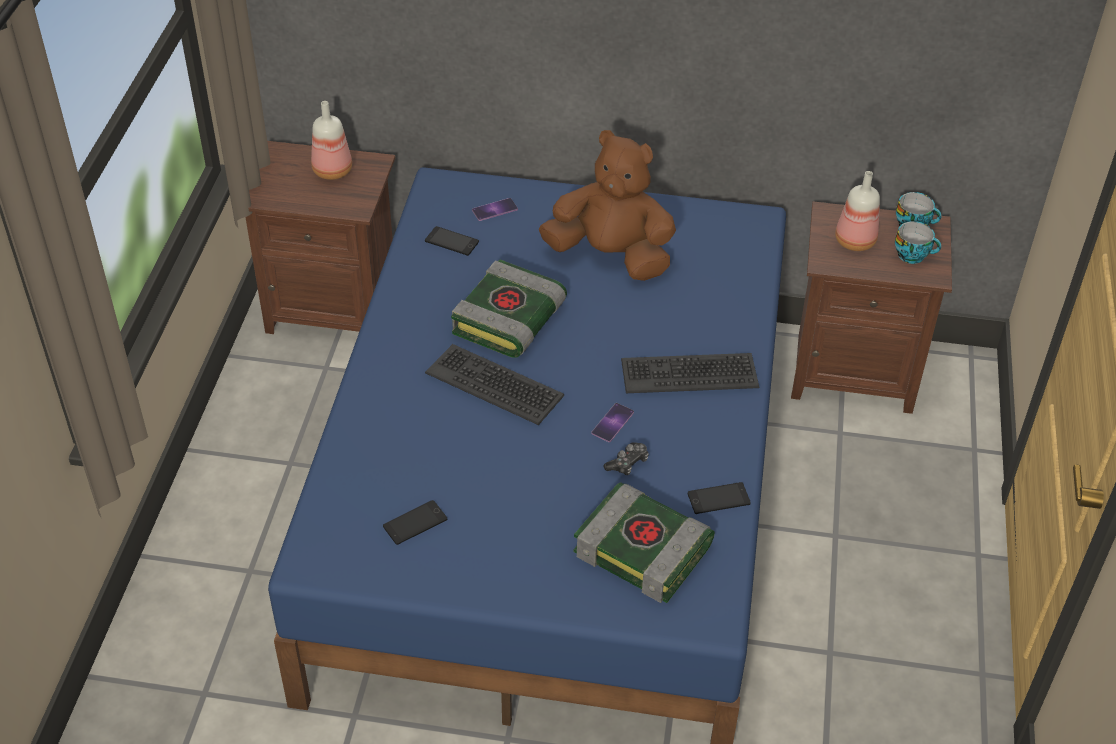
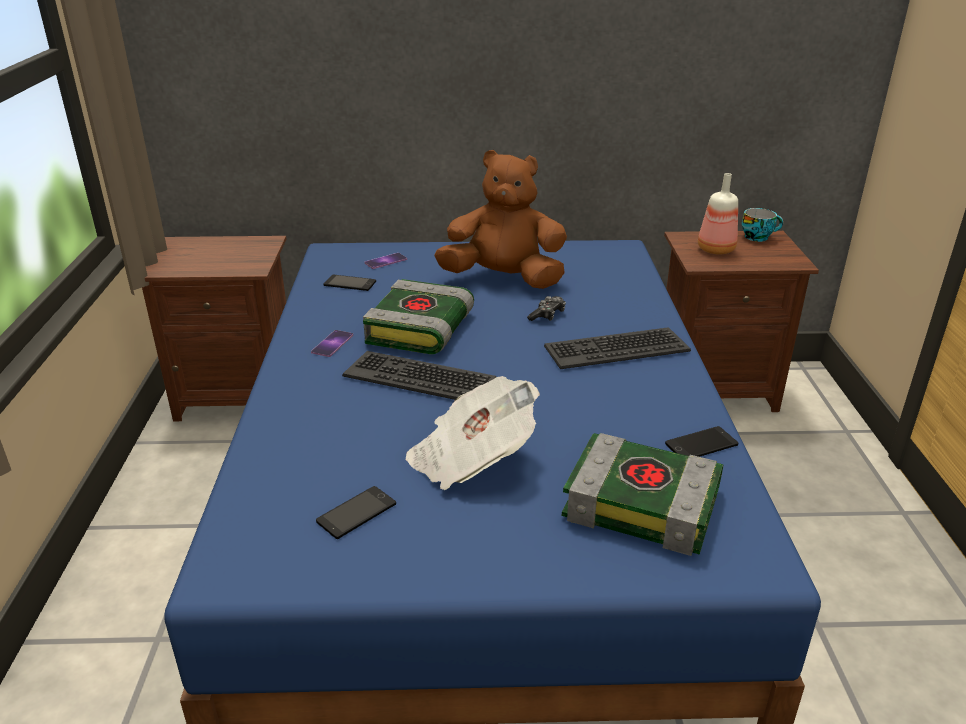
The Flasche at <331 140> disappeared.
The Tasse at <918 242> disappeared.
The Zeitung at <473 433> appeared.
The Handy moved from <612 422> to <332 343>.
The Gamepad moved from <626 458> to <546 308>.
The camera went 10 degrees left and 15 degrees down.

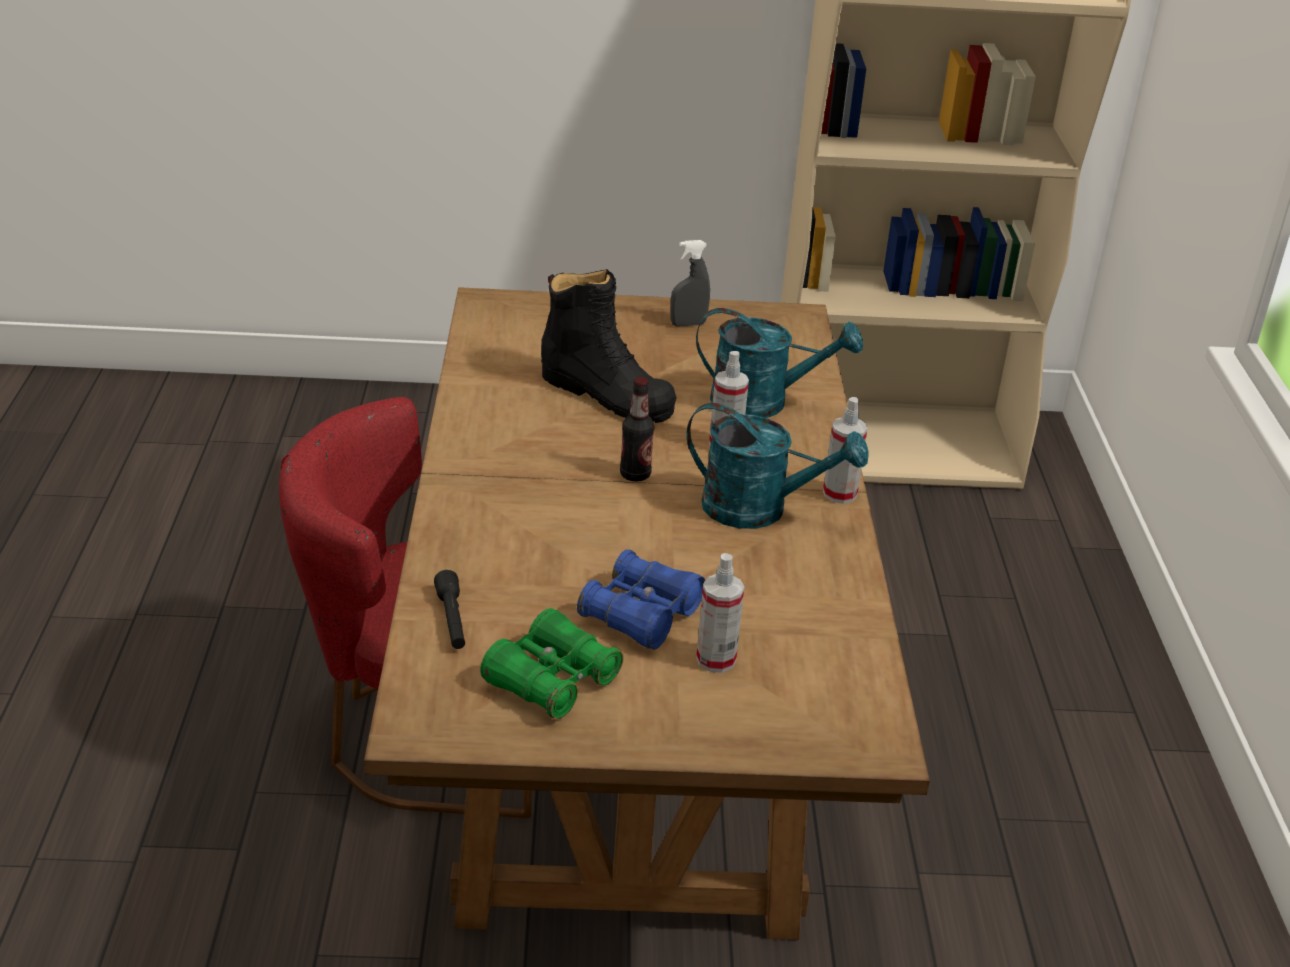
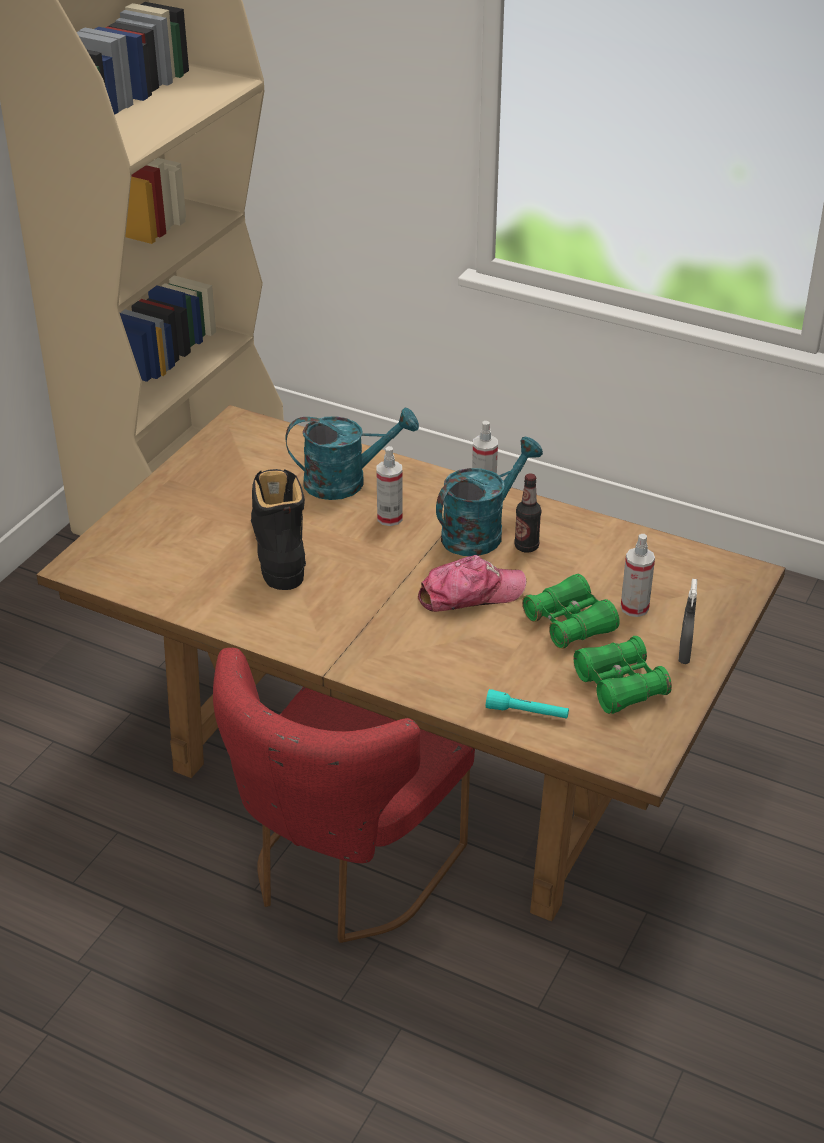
The Kappe at <472 583> appeared.
The Flasche moved from <637 429> to <527 513>.
The Sprühflasche/grau moved from <690 283> to <687 621>.
The Taschenlampe/schwarz at <449 609> became the Taschenlampe/türkis at <527 704>.
The Fernglas/blau at <641 599> became the Fernglas/grün at <570 611>.
The Stiefel/schwarz at <608 346> turned 75 degrees counterclockwise.
The Gießkanne/türkis at <779 363> turned 45 degrees clockwise.
The camera went 60 degrees left and 5 degrees up.

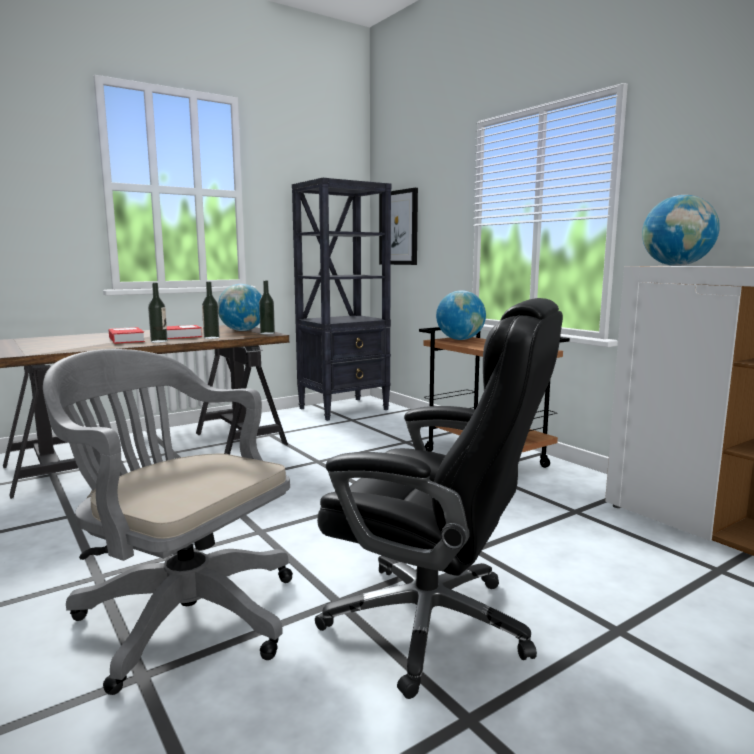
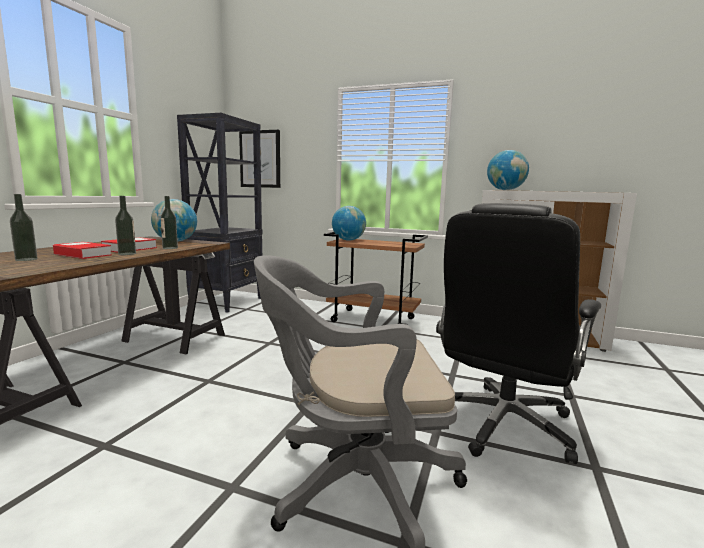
The Flasche moved from <267 307> to <23 227>.
The Bürostuhl/schwarz at <439 498> turned 135 degrees clockwise.
The camera went 35 degrees left and 0 degrees up.

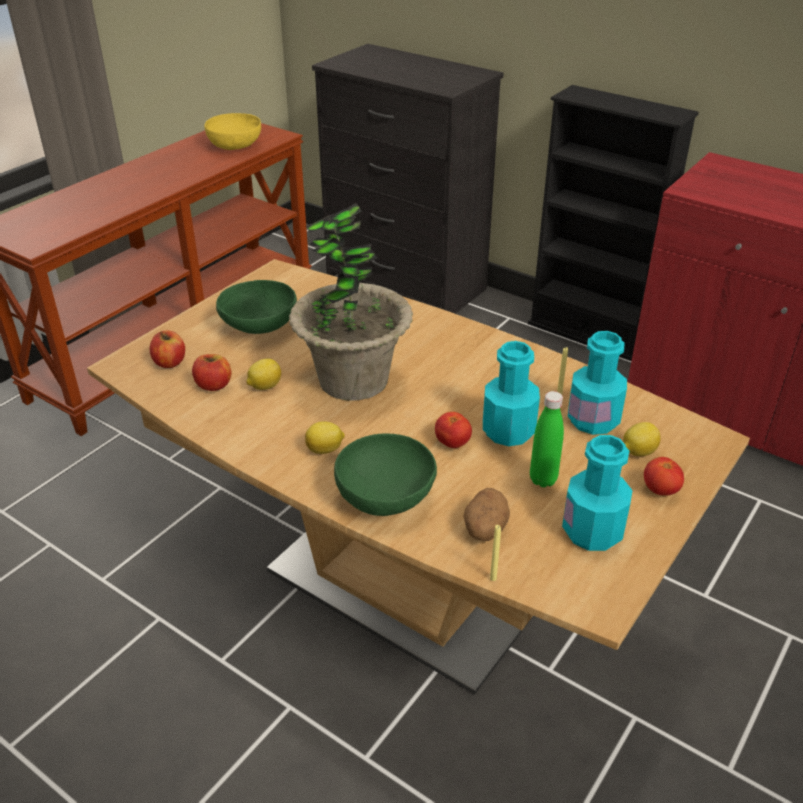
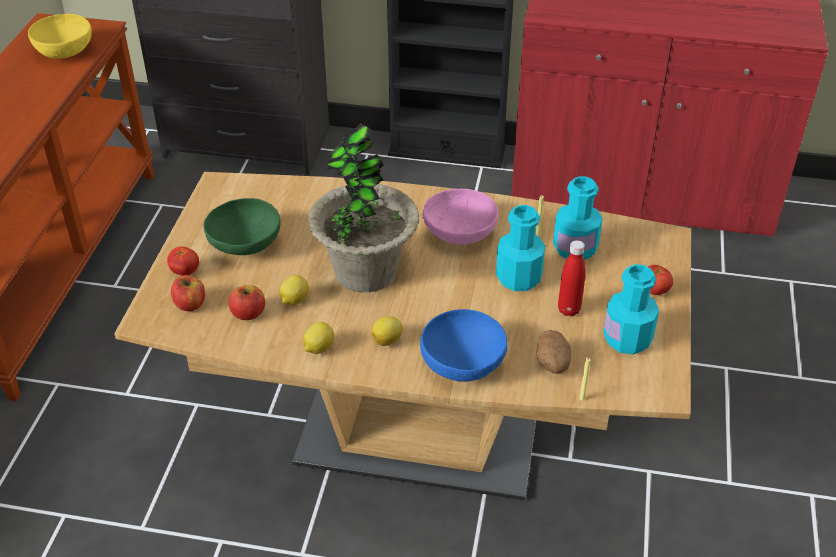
The Schüssel/rosa at <461 217> appeared.
The Tomate moved from <453 430> to <183 261>.
The Zitrone moved from <642 439> to <318 338>.
The Schüssel/grün at <385 474> became the Schüssel/blau at <464 345>.
The Flasche/grün at <547 439> became the Flasche/rot at <572 278>.
The camera went 25 degrees left and 5 degrees up.

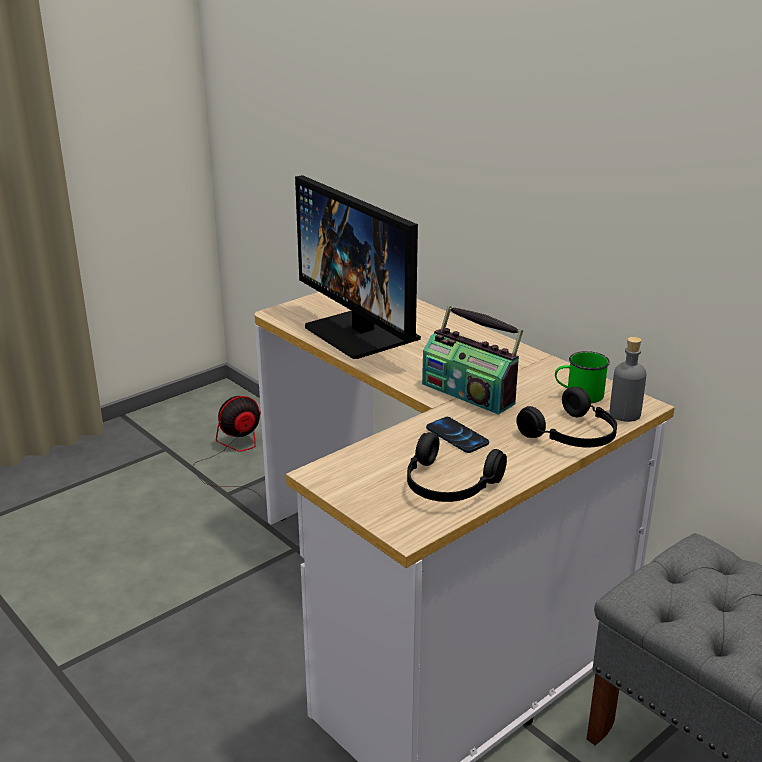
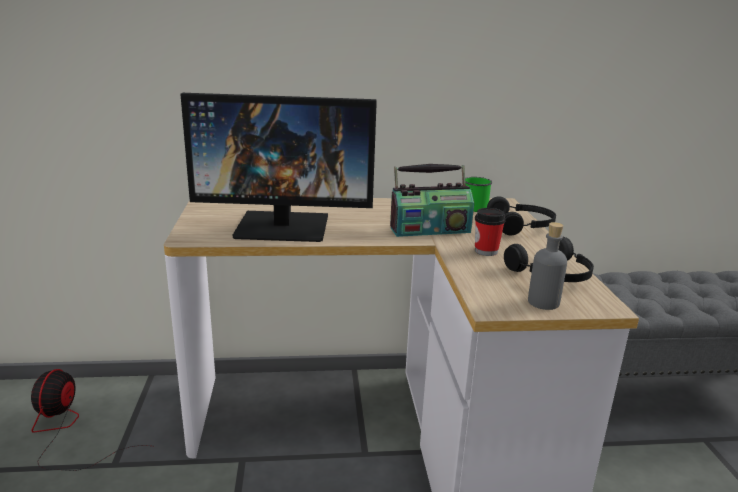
The Flasche/grau moved from <628 379> to <547 266>.
The Handy at <457 435> was replaced by the Tasse at <490 232>.
The camera went 55 degrees left and 5 degrees down.

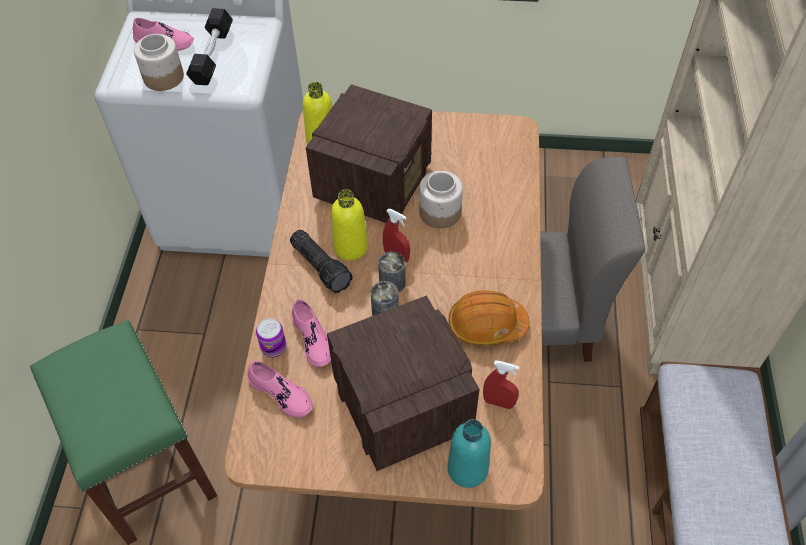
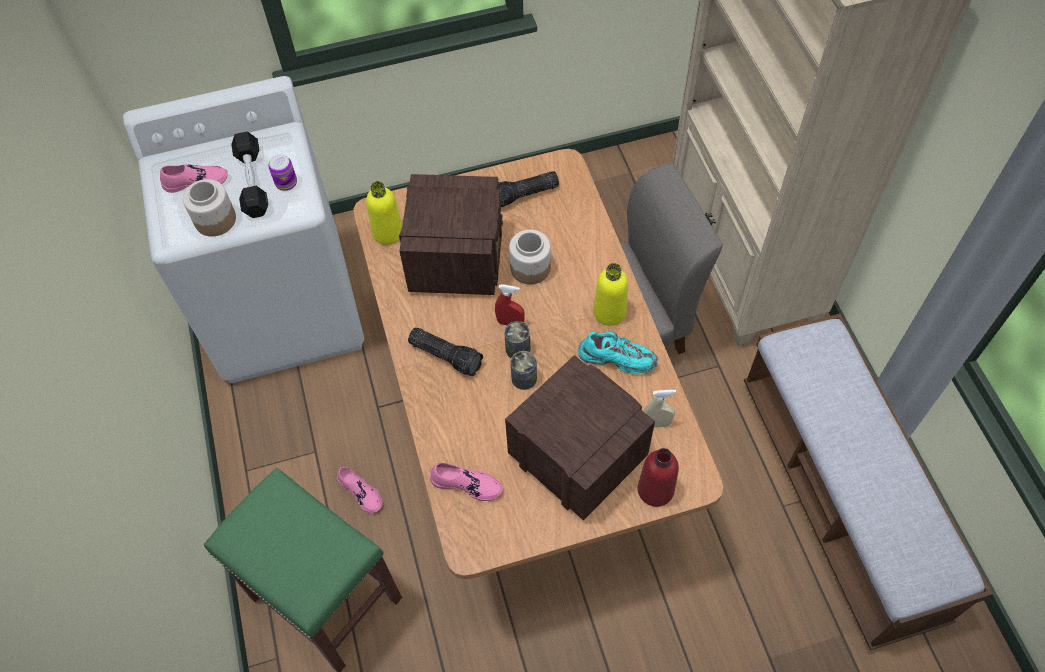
The Taschenlampe at <528 189> appeared.
The Dose moved from <271 338> to <282 172>.
The Schuh/rosa moved from <311 333> to <359 490>.
The Flasche/gelb moved from <349 224> to <610 294>.
The Schutzhelm/orange at <489 318> was replaced by the Schuh/türkis at <618 352>.
The Flasche/türkis at <469 453> became the Flasche/rot at <658 477>.
The Sprühflasche/rot at <501 385> became the Sprühflasche/beige at <659 409>.
The camera went 20 degrees left and 5 degrees up.

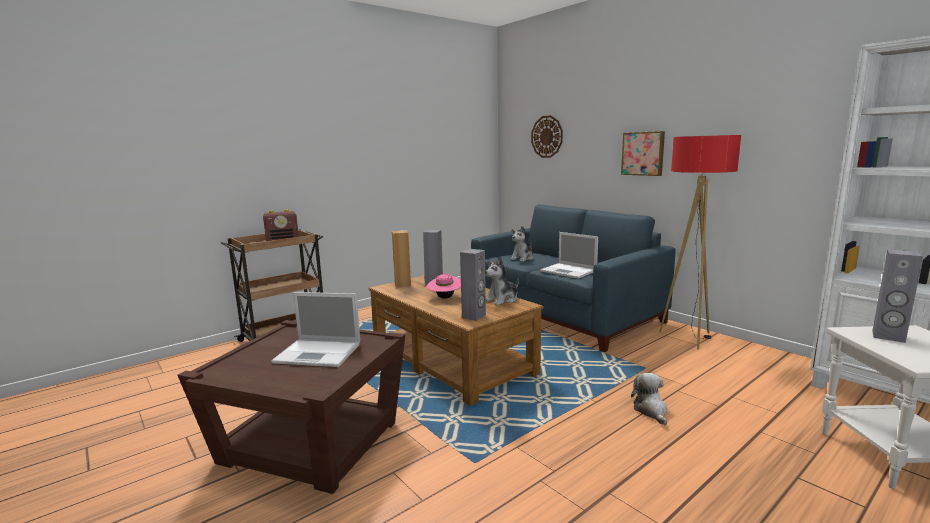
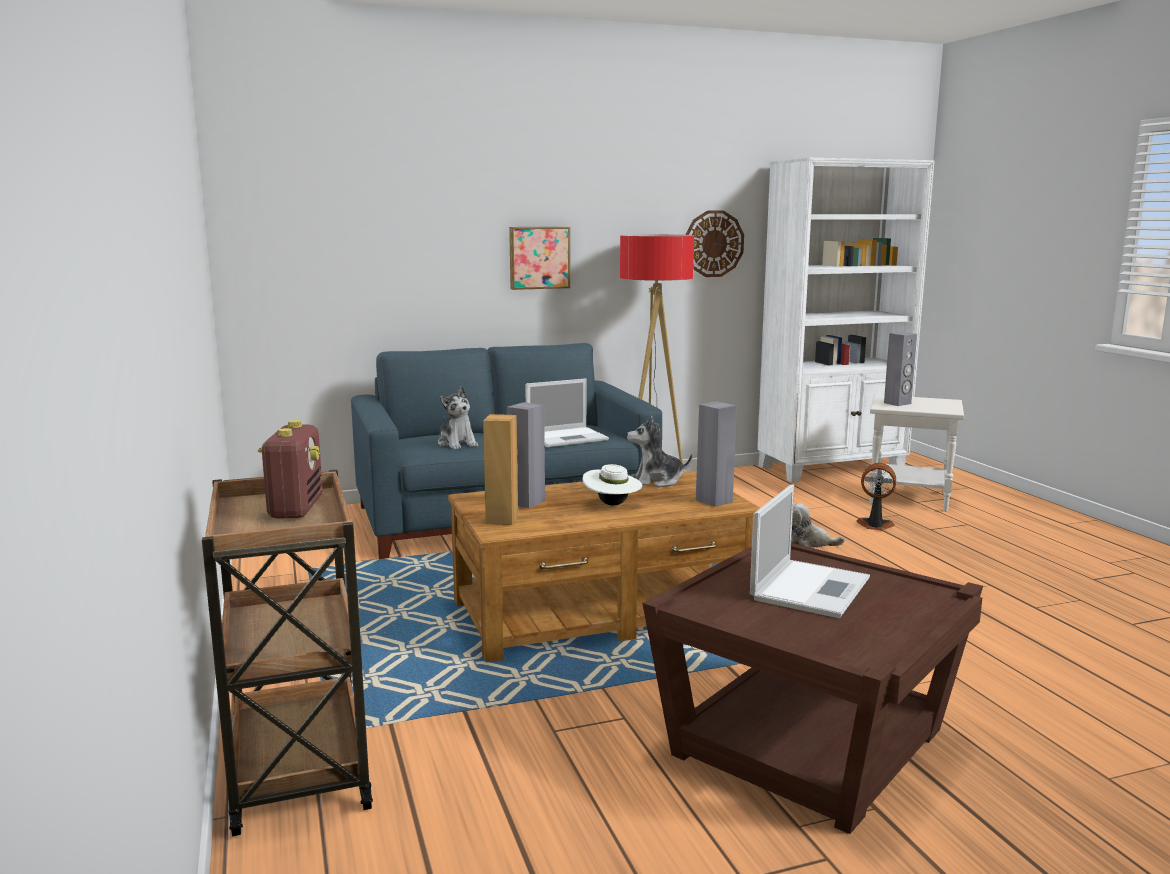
The Ventilator at <877 496> appeared.
The Wanduhr moved from <547 136> to <714 243>.
The Hut/rosa at <443 286> became the Hut/weiß at <612 485>.
The Plüschtier at <502 281> turned 105 degrees clockwise.
The camera went 70 degrees left and 0 degrees up.

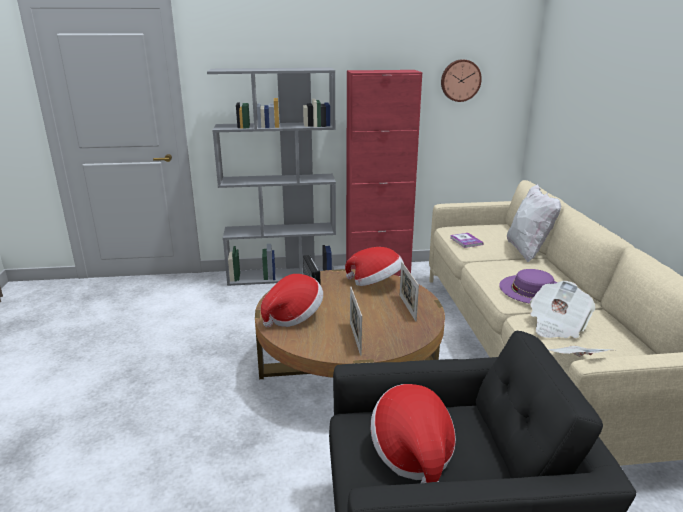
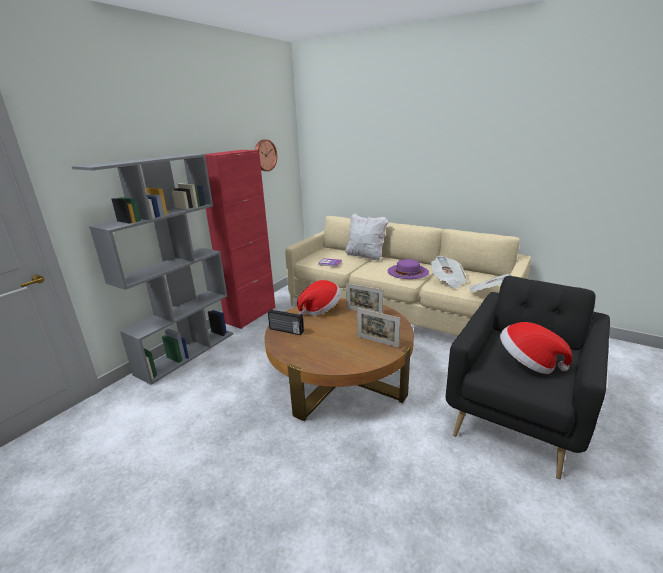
The Hut at <292 300> disappeared.
The camera went 50 degrees left and 0 degrees up.

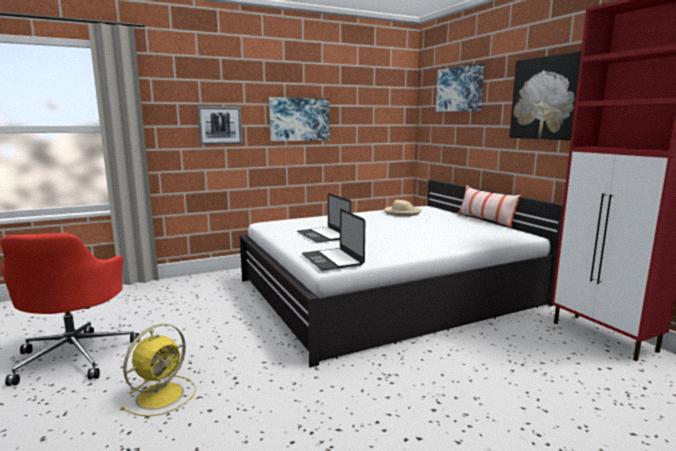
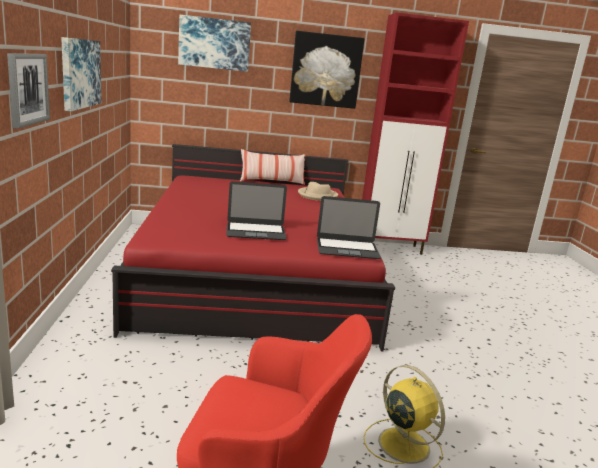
The Hut/beige moved from <403 208> to <318 191>.
The Bett/weiß at <401 274> became the Bett/rot at <253 248>.
The camera went 70 degrees left and 5 degrees up.

